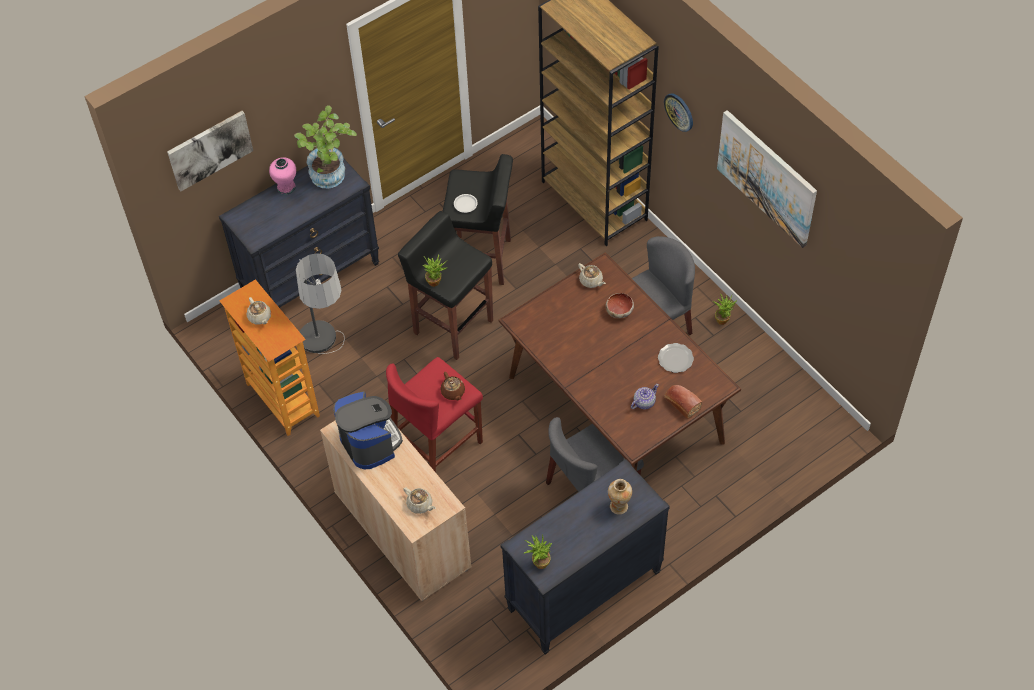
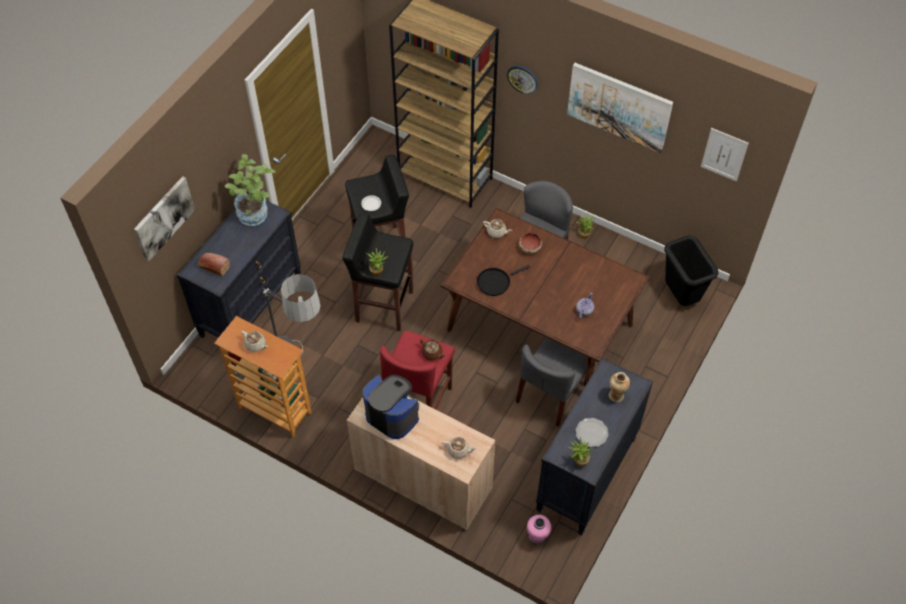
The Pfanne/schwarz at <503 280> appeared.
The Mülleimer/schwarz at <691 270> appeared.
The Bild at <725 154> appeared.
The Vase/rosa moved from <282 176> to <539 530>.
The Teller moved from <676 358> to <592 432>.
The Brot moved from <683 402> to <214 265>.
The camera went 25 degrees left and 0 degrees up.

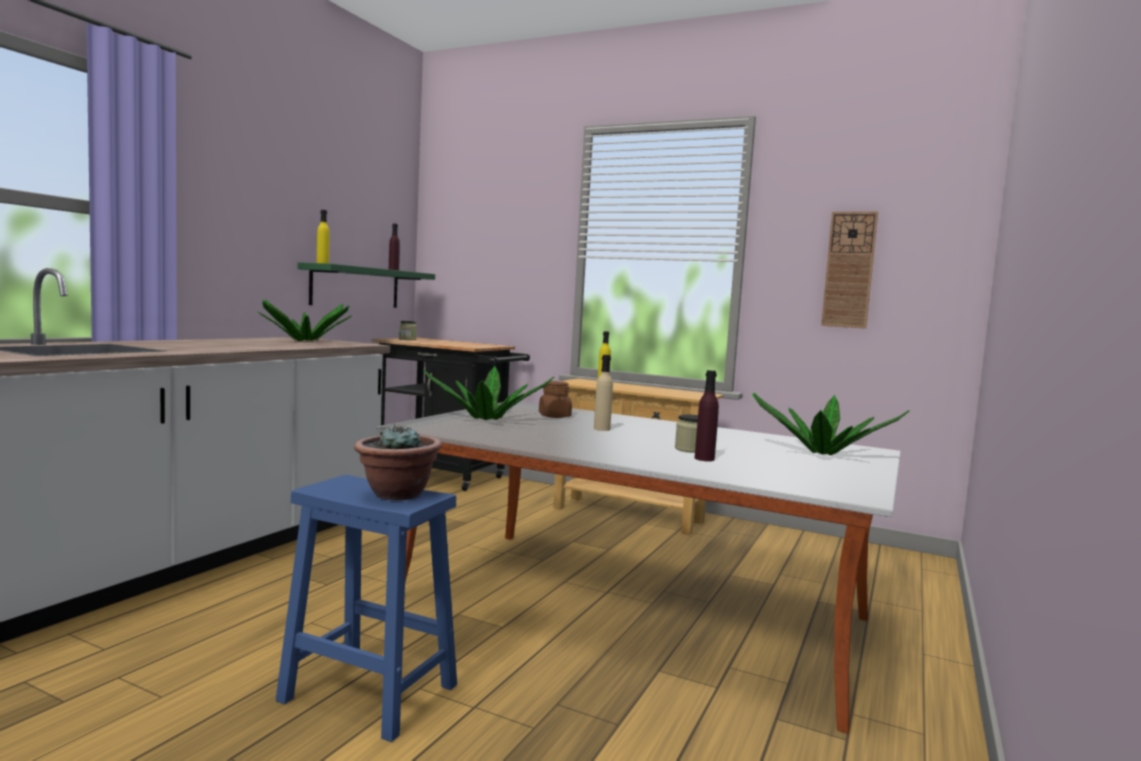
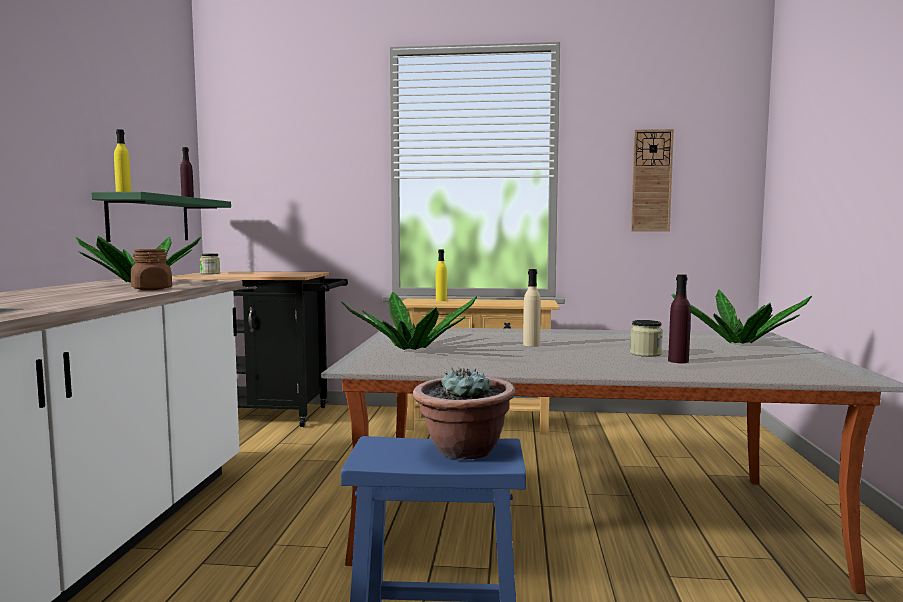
The Vorratsglas/braun moved from <555 399> to <151 269>.
The camera went 20 degrees left and 0 degrees up.

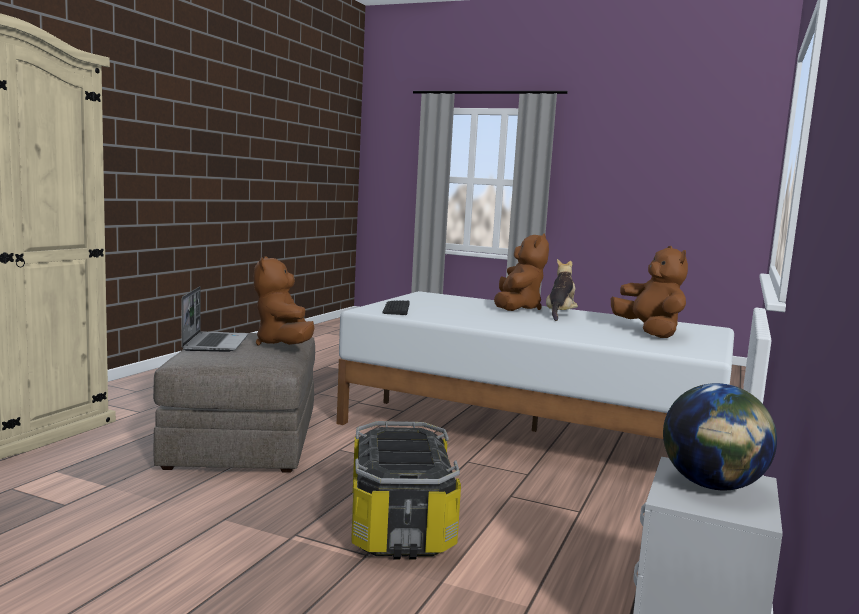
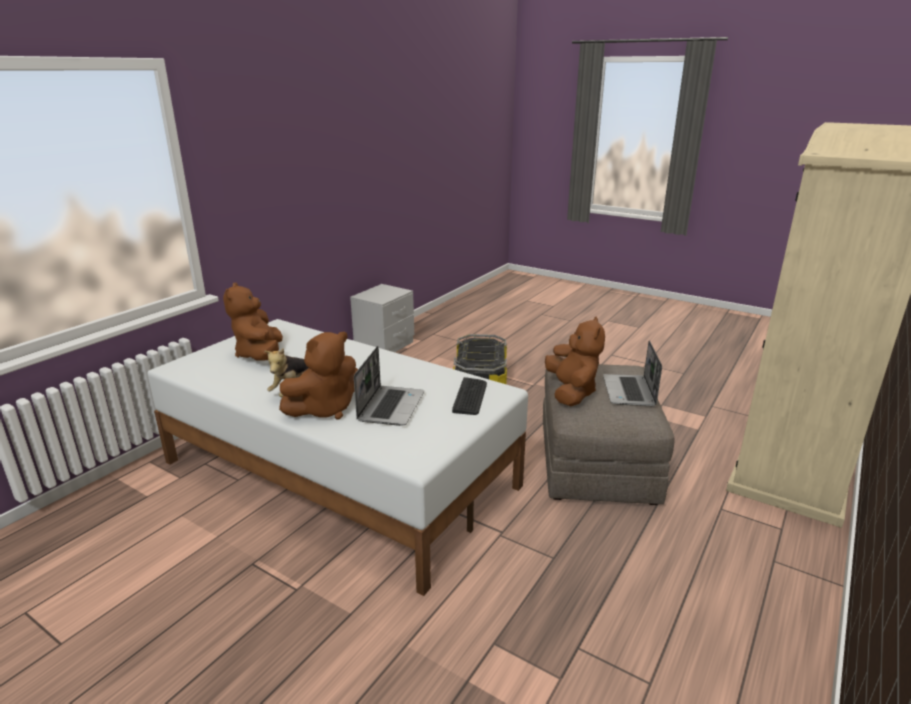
The Globus at <720 436> disappeared.
The Laptop at <389 386> appeared.
The Plüschtier/braun at <521 272> turned 150 degrees counterclockwise.
The camera went 170 degrees left and 15 degrees up.

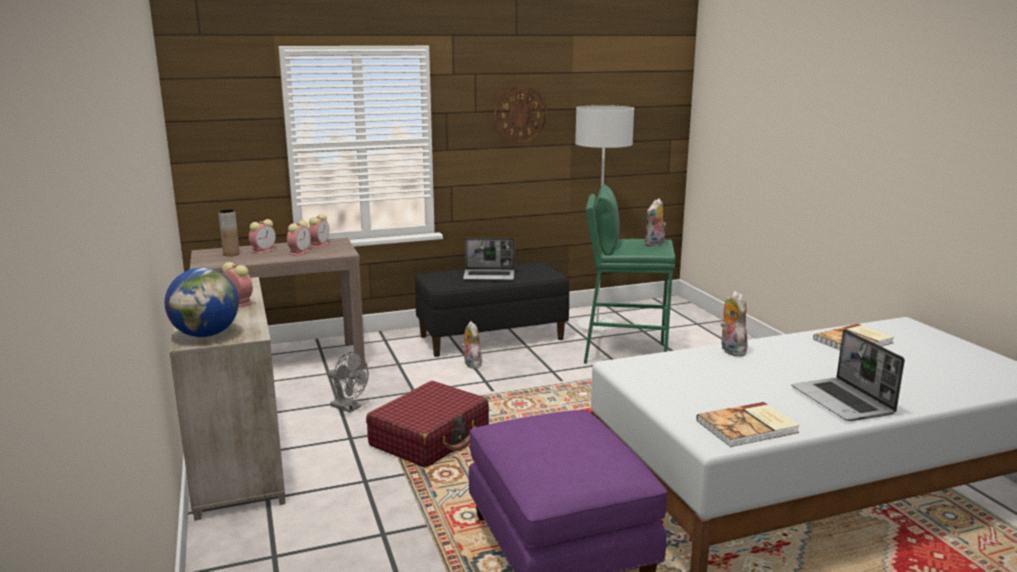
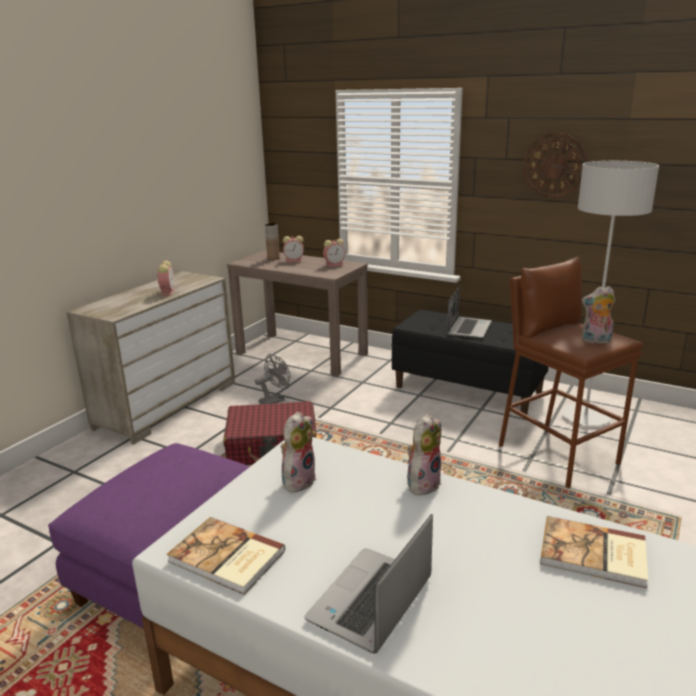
The Globus at <201 302> disappeared.
The Wecker at <299 238> disappeared.
The Plüschtier moved from <471 345> to <299 452>.
The Hocker/grün at <630 274> became the Hocker/braun at <570 373>.
The Ventilator/grau at <348 382> turned 120 degrees counterclockwise.
The Laptop at <488 259> turned 120 degrees counterclockwise.
The camera went 50 degrees right and 5 degrees up.

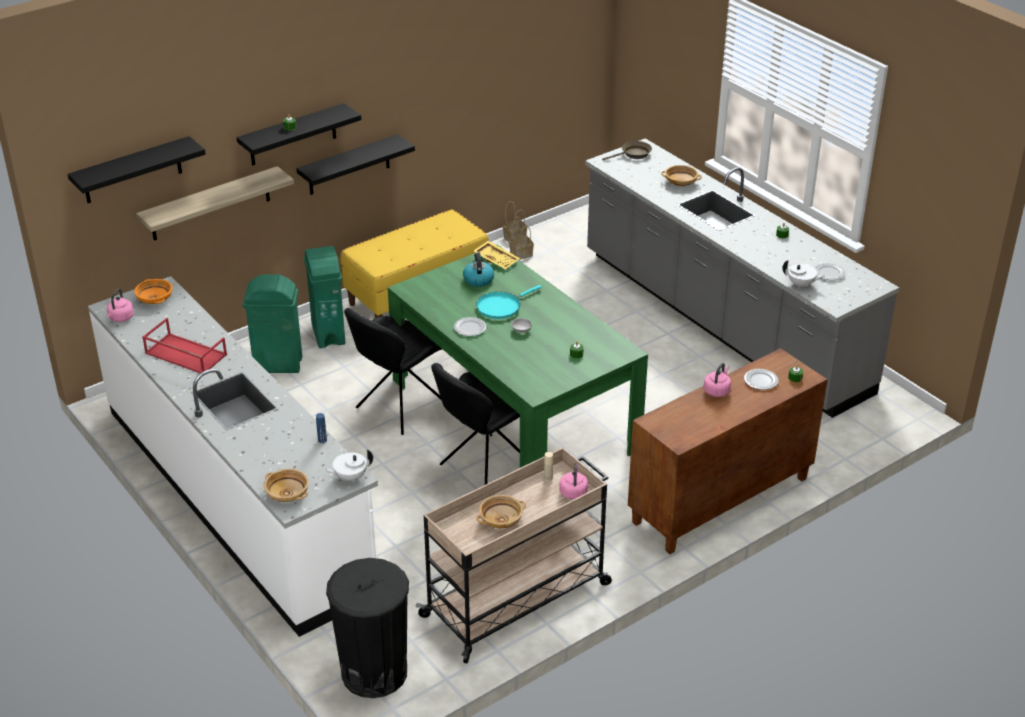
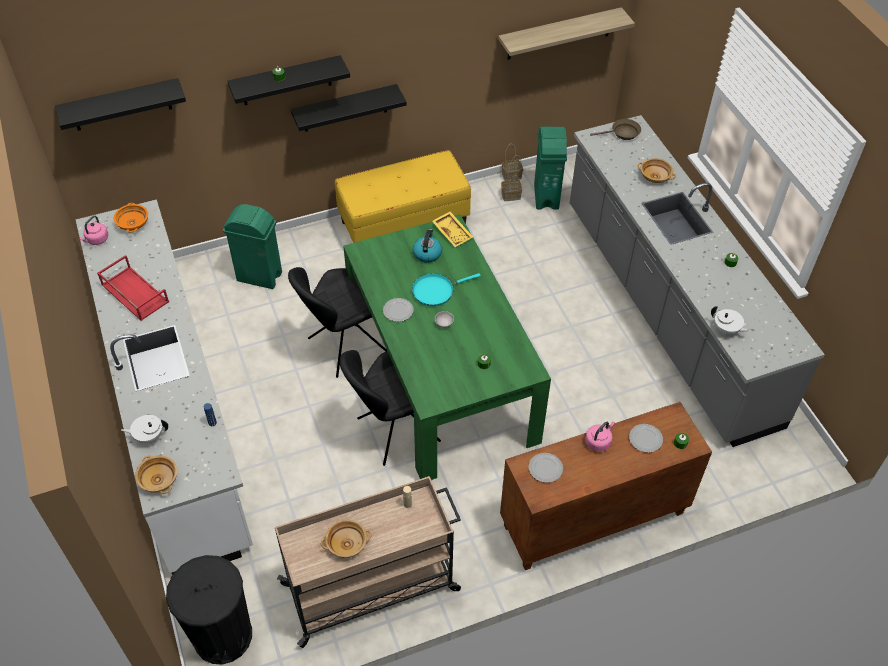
The Wasserkessel/rosa at <573 481> disappeared.
The Wandregal moved from <215 203> to <566 33>.
The Mülleimer/grün moved from <324 297> to <550 168>.
The Teekanne/weiß moved from <348 466> to <144 429>.
The Teller moved from <829 271> to <546 468>.
The camera went 15 degrees right and 15 degrees up.

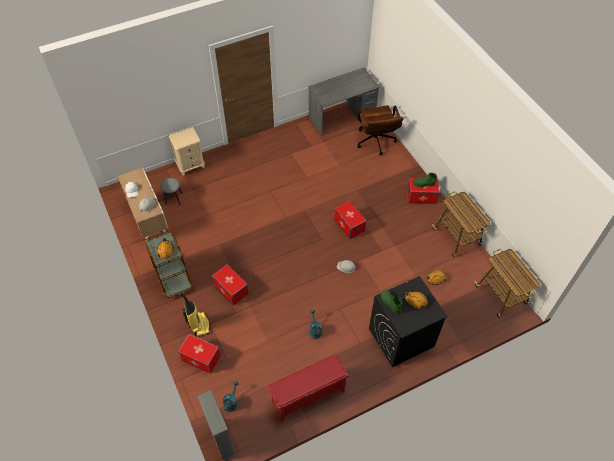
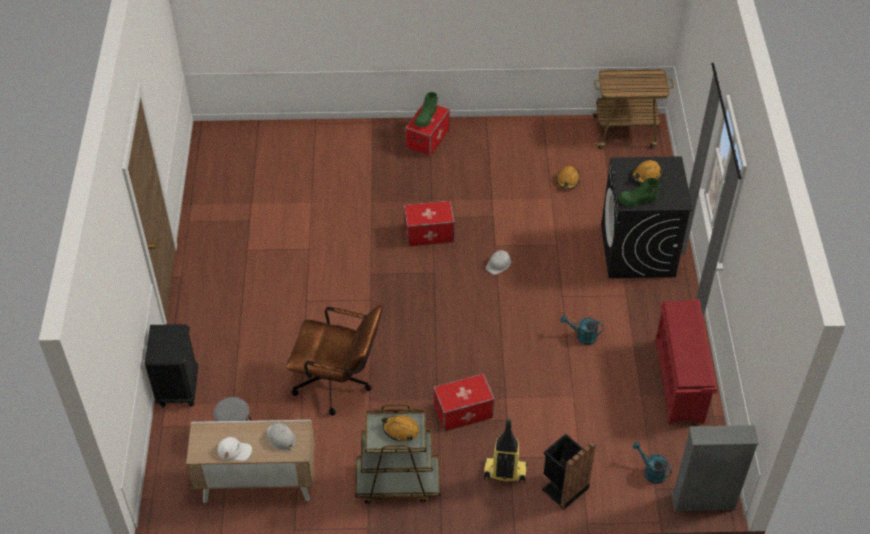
The Schreibtisch/grau at <344 102> disappeared.
The Rollwagen at <461 224> disappeared.
The Bürostuhl/braun moved from <380 130> to <334 360>.
The Aufbewahrungsbox at <199 354> was replaced by the Mülleimer/schwarz at <569 471>.
The Nachttisch/beige at <187 151> became the Nachttisch/schwarz at <172 366>.
The camera went 65 degrees left and 5 degrees down.

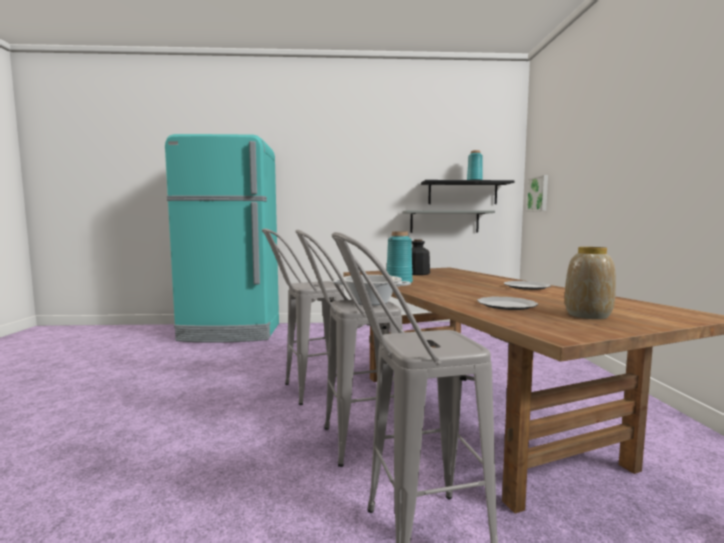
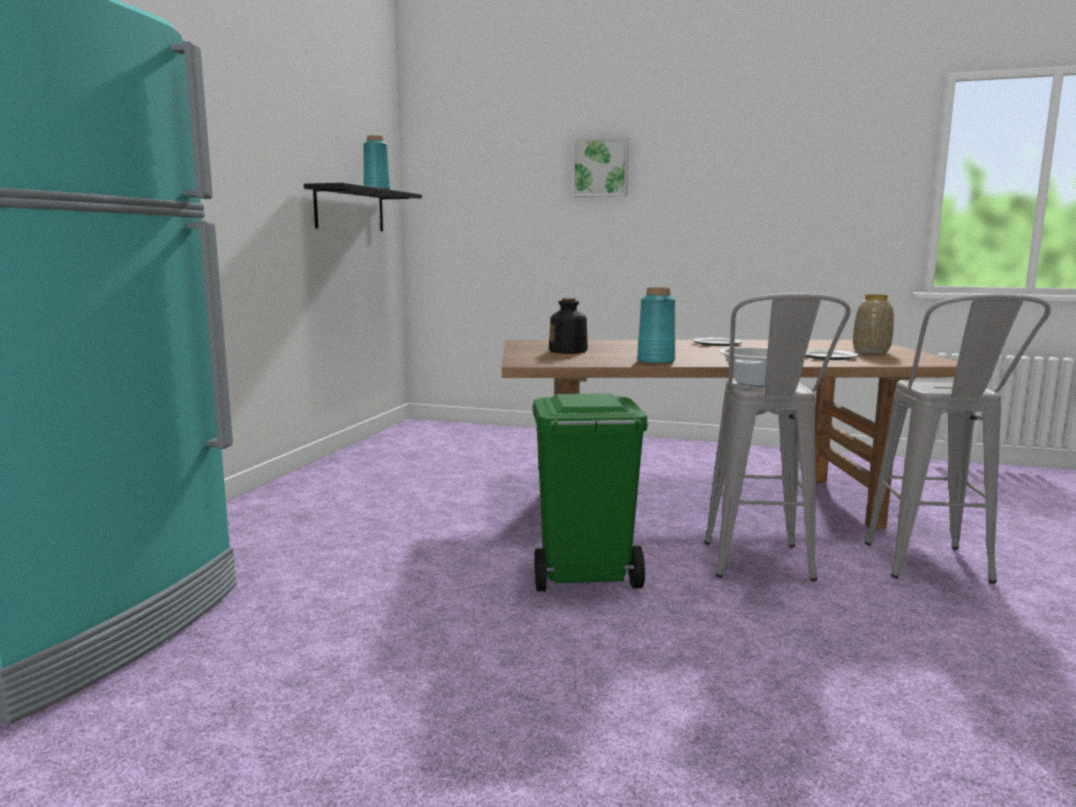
The Wandregal/grau at <449 221> disappeared.
The Bild moved from <537 193> to <600 167>.
The Hocker/grau at <303 316> was replaced by the Mülleimer/grün at <590 492>.
The camera went 70 degrees left and 5 degrees up.

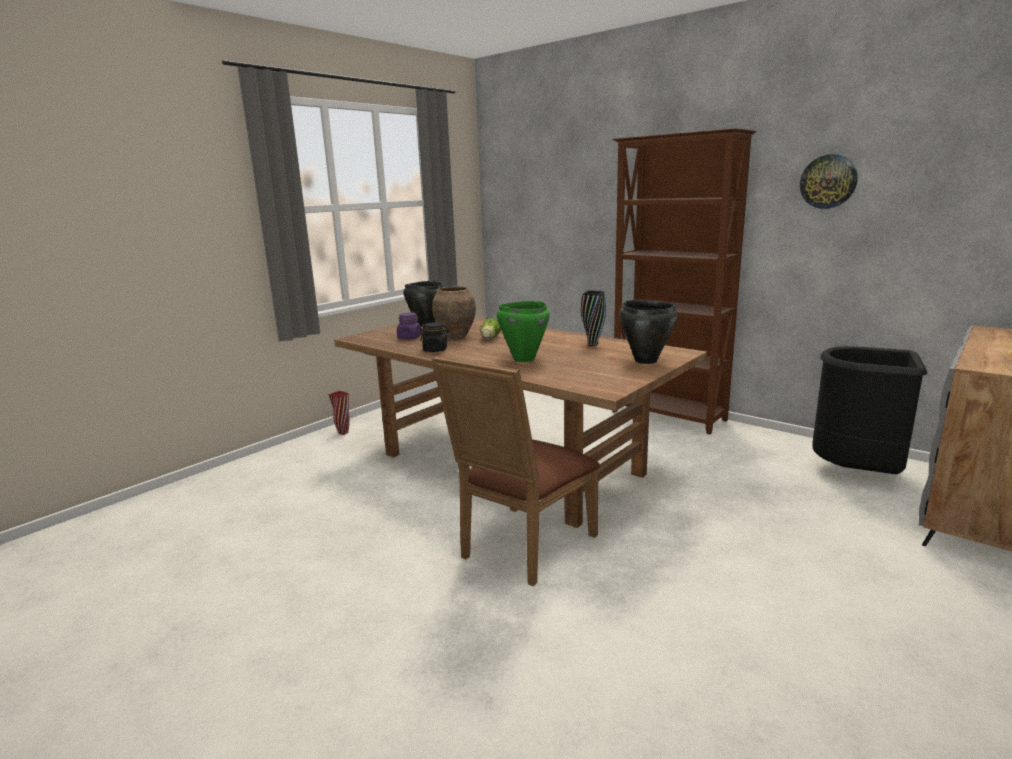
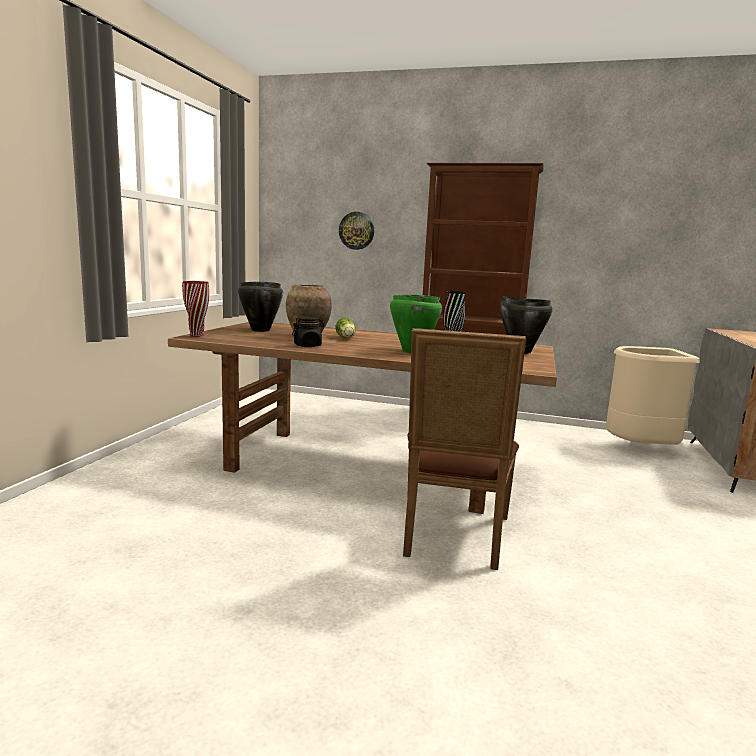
The Vorratsglas/lila at <409 325> disappeared.
The Vase/rot moved from <339 413> to <195 309>.
The Wanduhr moved from <829 181> to <356 231>.
The Mülleimer/schwarz at <869 410> became the Mülleimer/beige at <653 395>.
The camera went 25 degrees left and 5 degrees down.

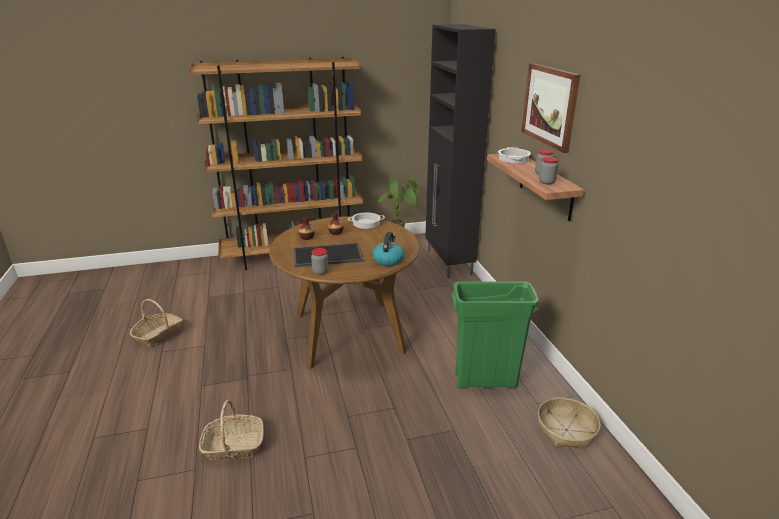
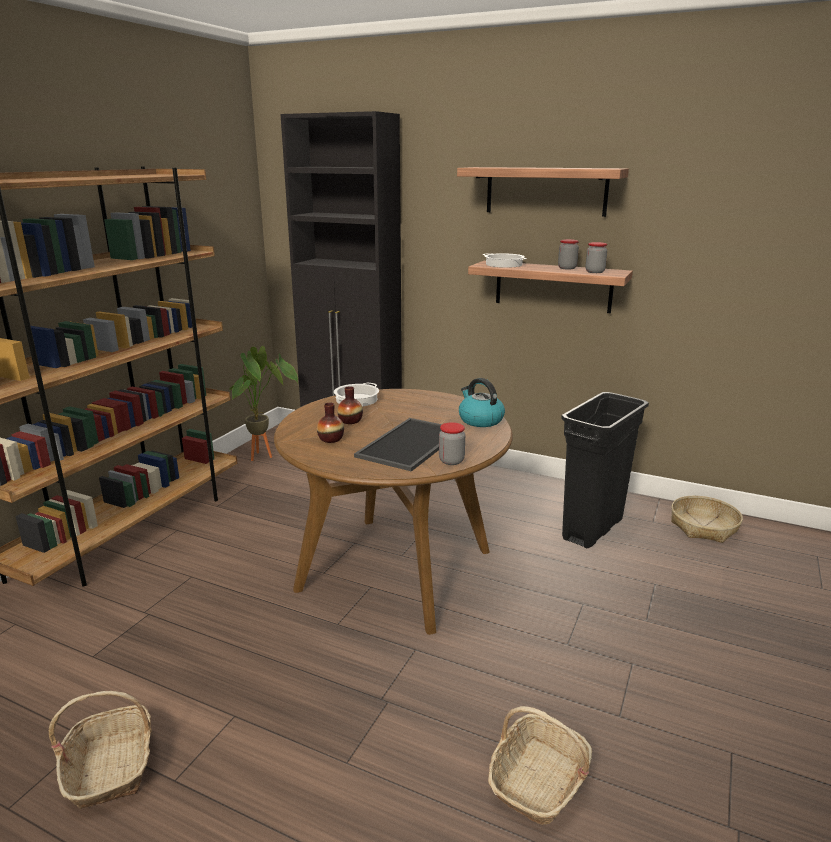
The Bild at <550 108> was replaced by the Wandregal at <543 192>.
The Mülleimer/grün at <495 334> became the Mülleimer/schwarz at <605 470>.
The camera went 50 degrees left and 5 degrees down.

